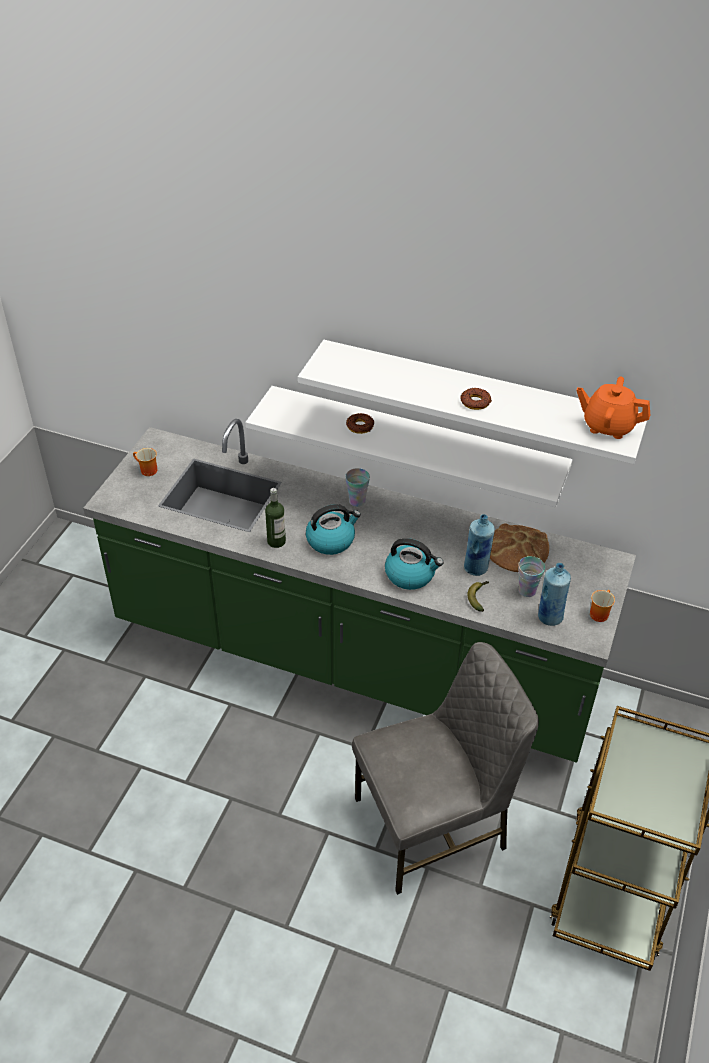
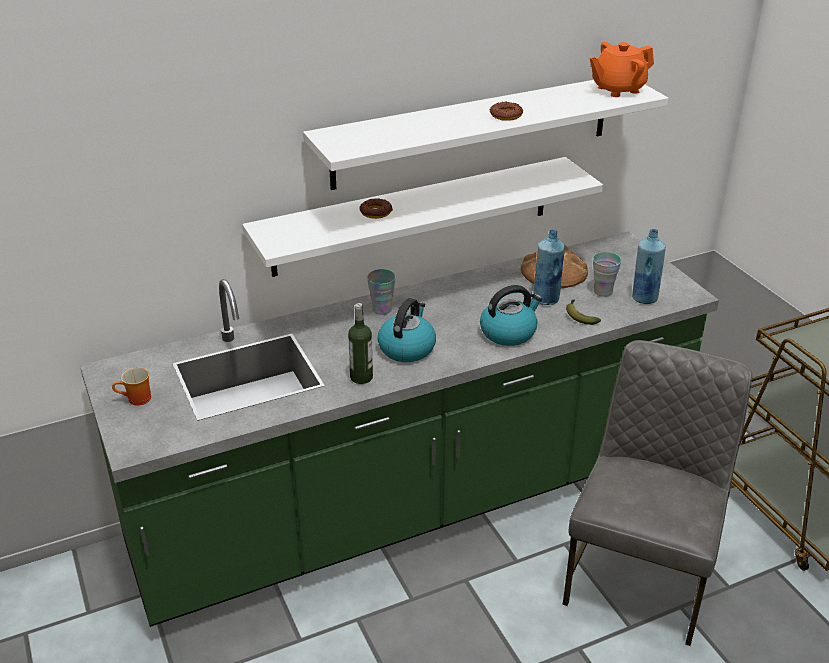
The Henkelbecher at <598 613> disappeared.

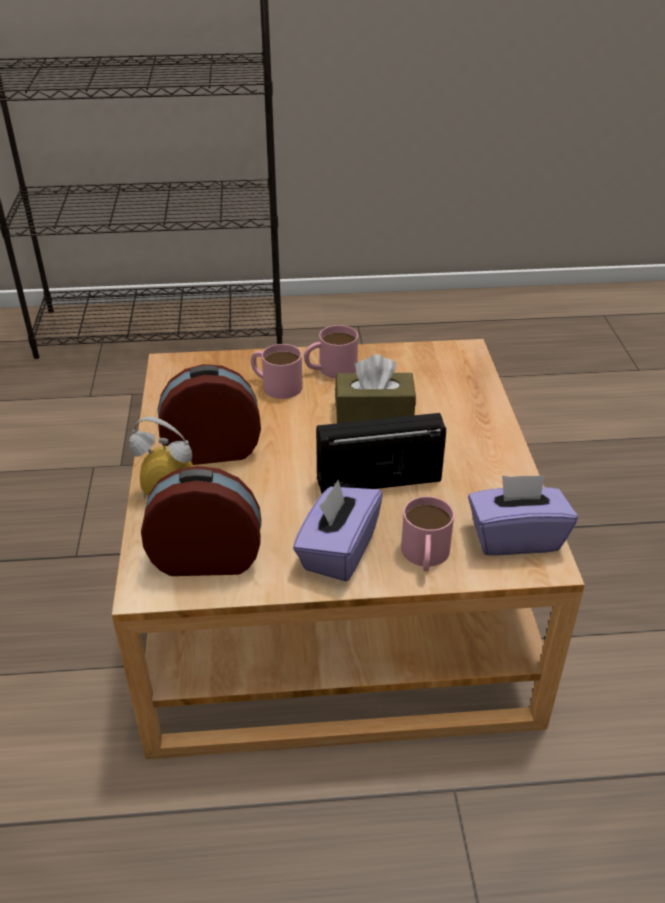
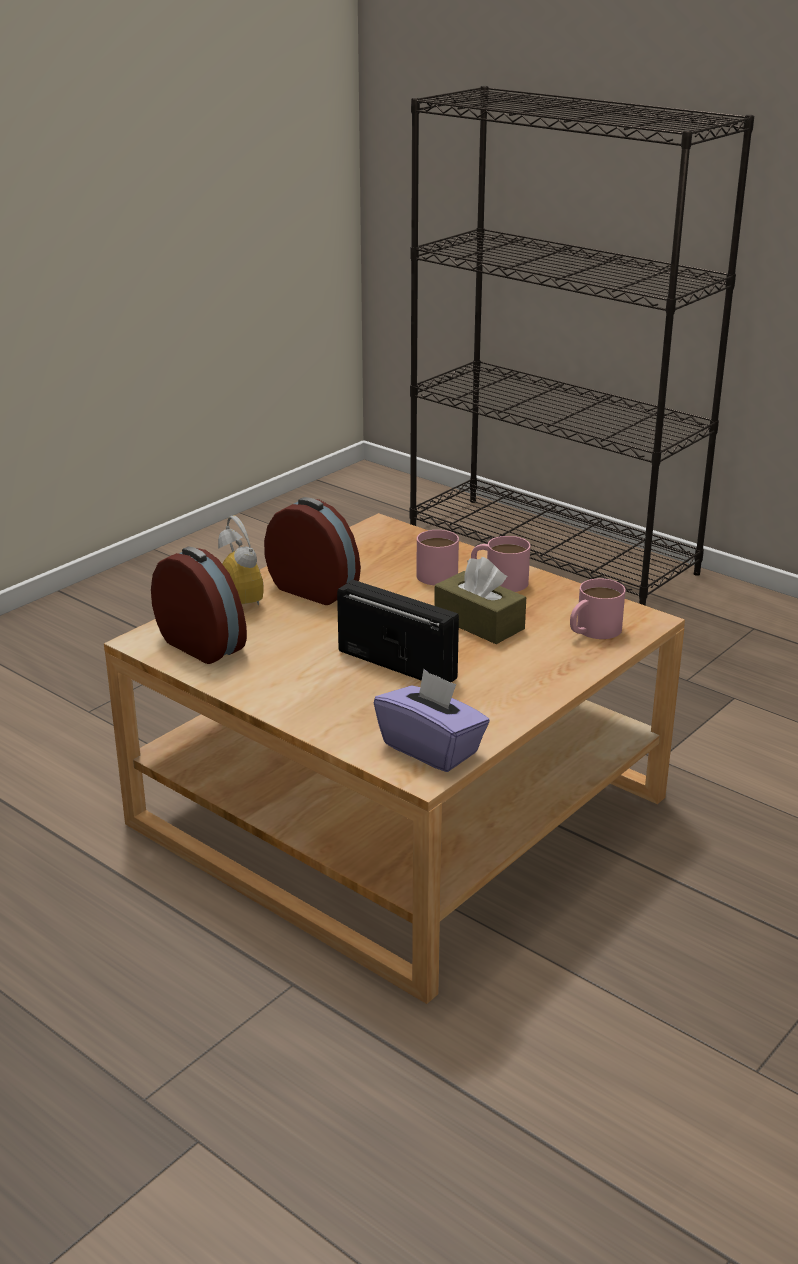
The Henkelbecher/rosa moved from <425 556> to <592 631>. The Taschentuchbox/lila at <338 551> disappeared.

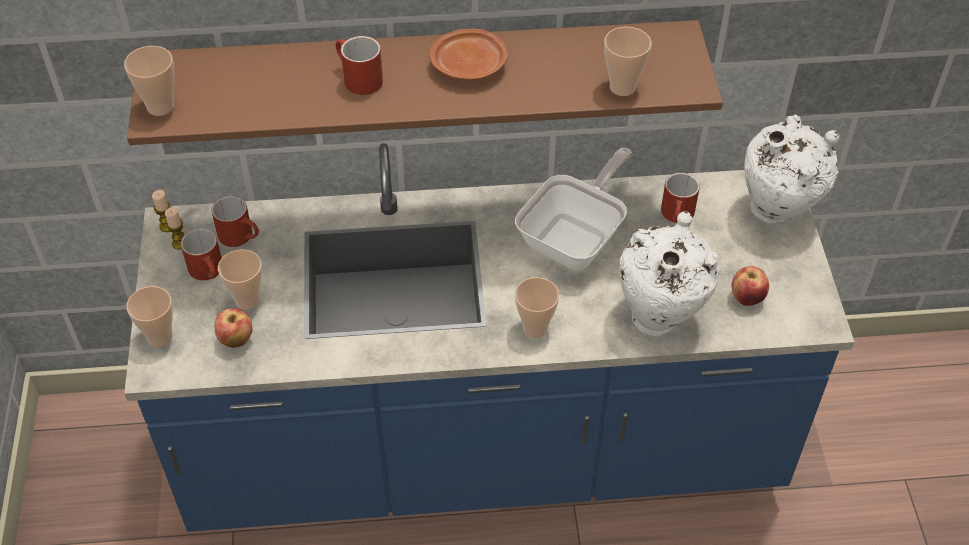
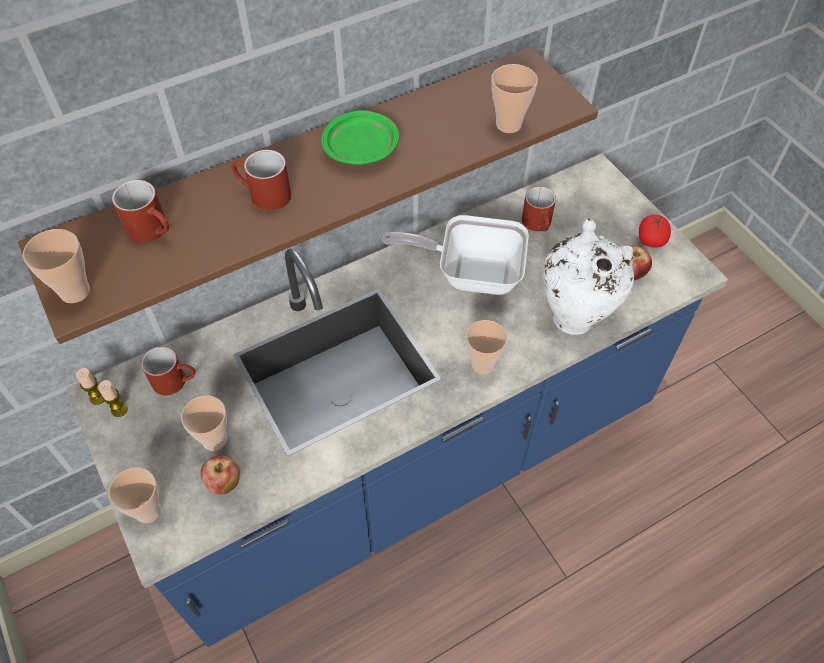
The Henkelbecher/rot moved from <209 271> to <154 230>. The Teller/braun at <470 65> became the Teller/grün at <361 148>. The Pfanne at <576 238> turned 90 degrees counterclockwise. The Tomate at <650 240> appeared. The Vase/weiß at <777 213> disappeared.

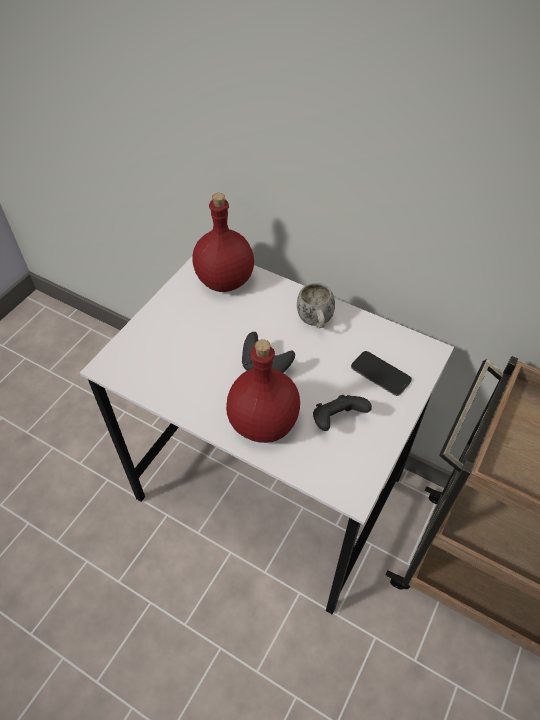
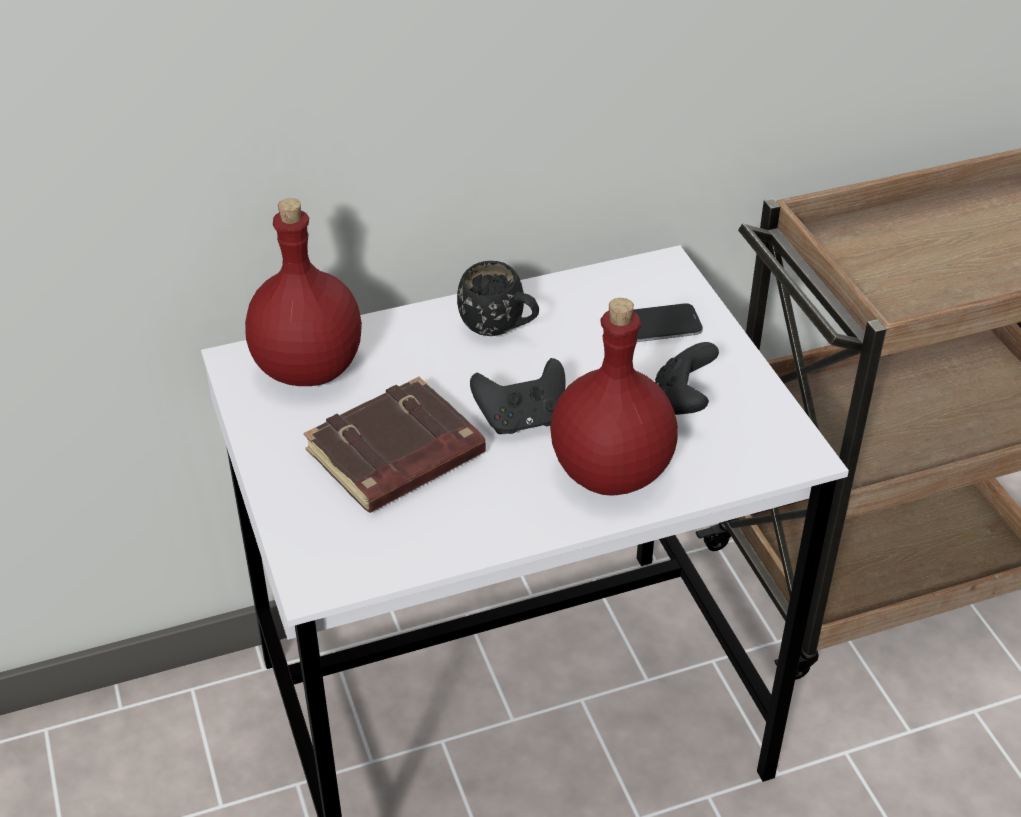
The Buch/braun at <396 457> appeared. The Henkelbecher/weiß at <316 322> became the Henkelbecher/schwarz at <500 329>.

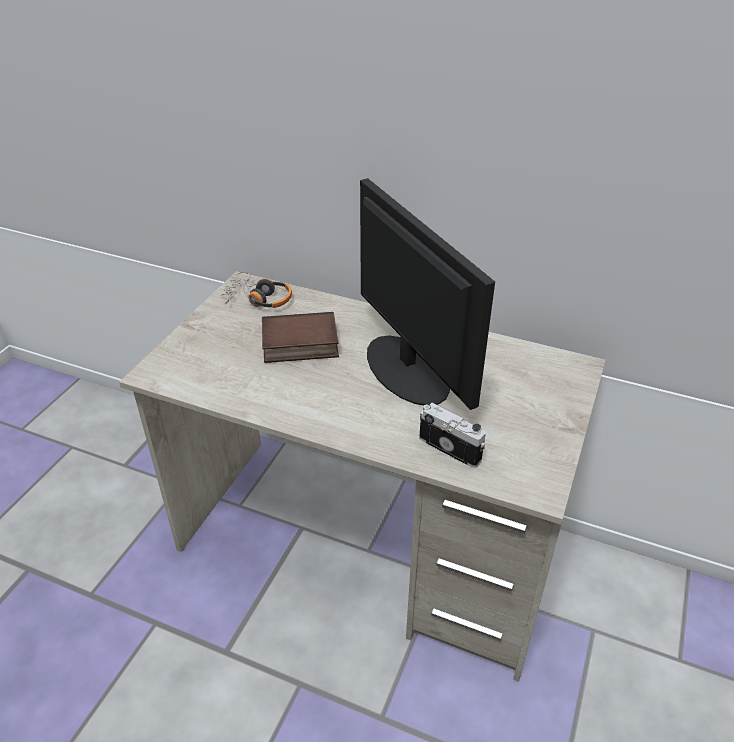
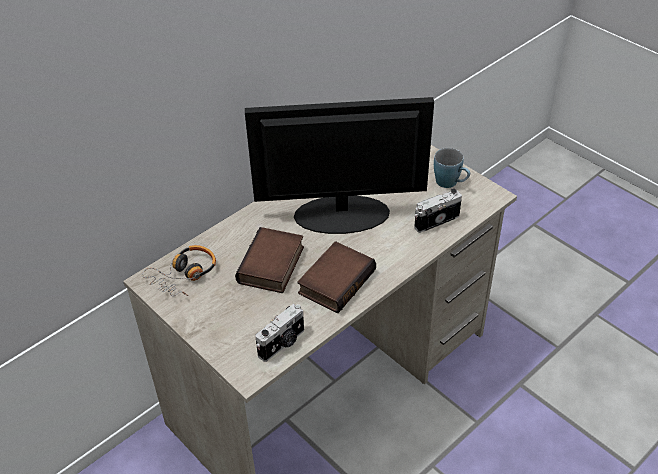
The Kamera at <283 344> appeared. The Buch at <335 280> appeared. The Henkelbecher/blau at <451 183> appeared.

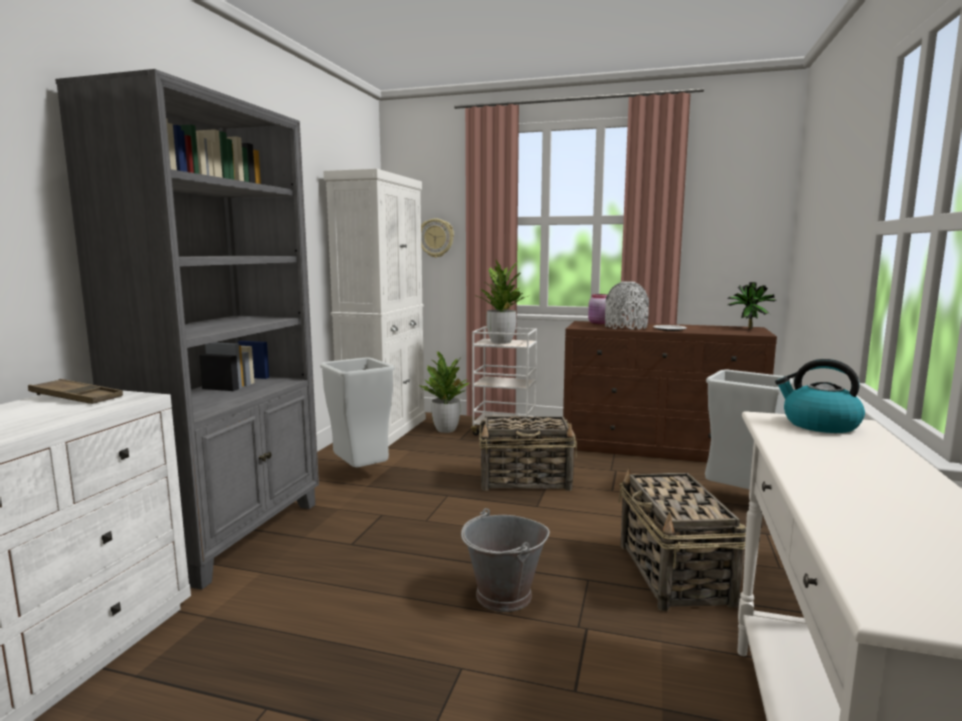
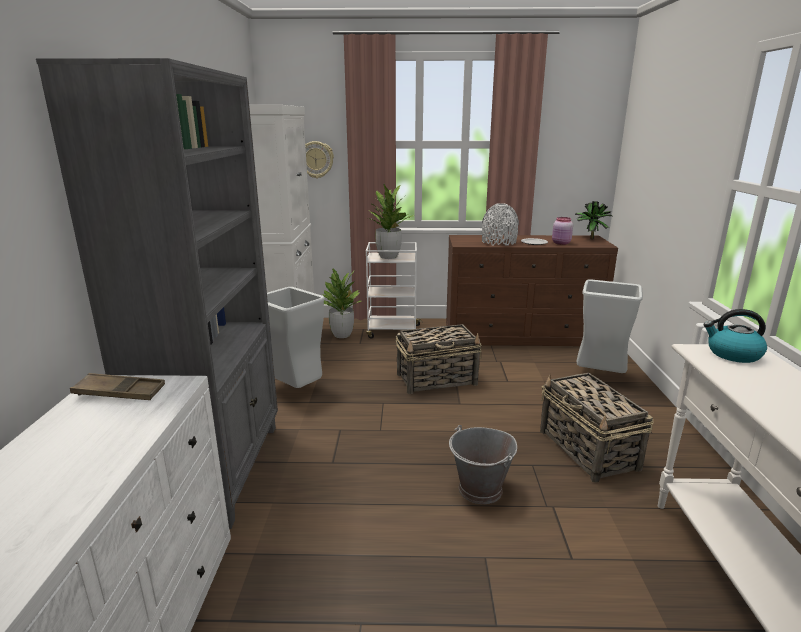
The Vorratsglas/rosa moved from <598 323> to <561 243>.

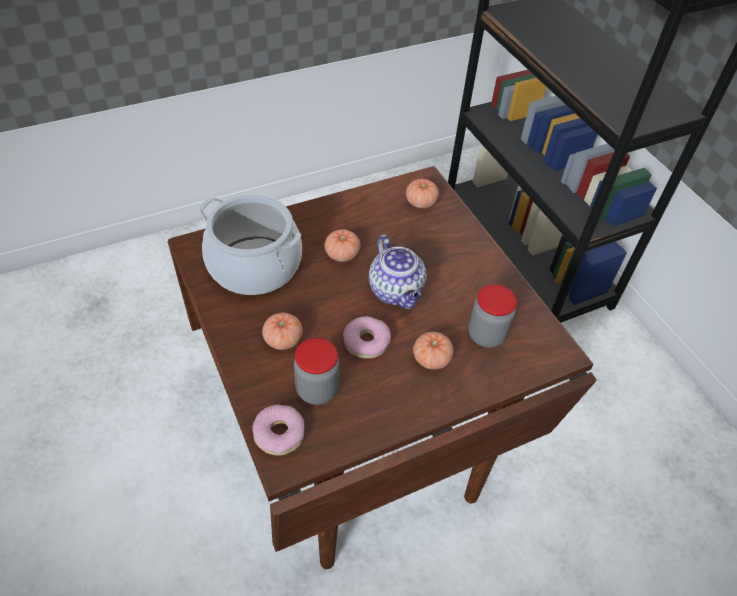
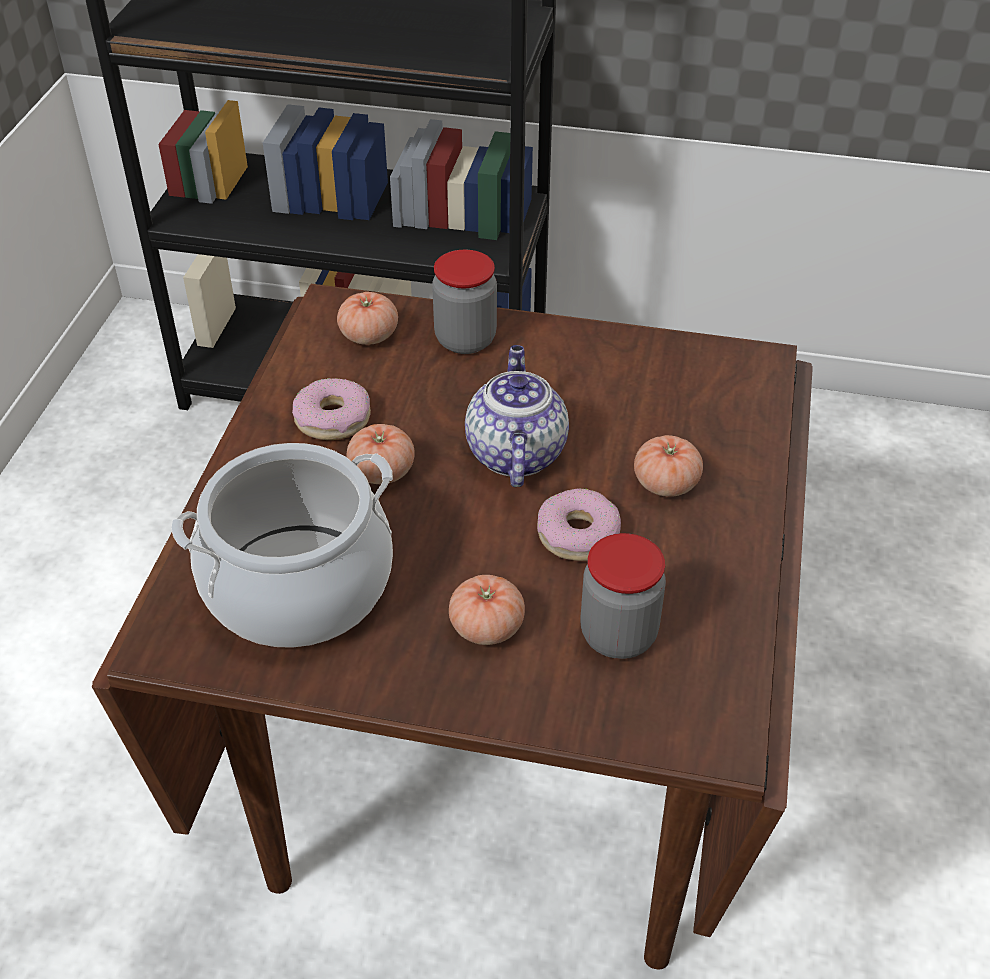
The Donut moved from <279 434> to <333 419>. The Vorratsglas moved from <486 335> to <465 339>. The Teekanne at <397 292> turned 105 degrees counterclockwise.

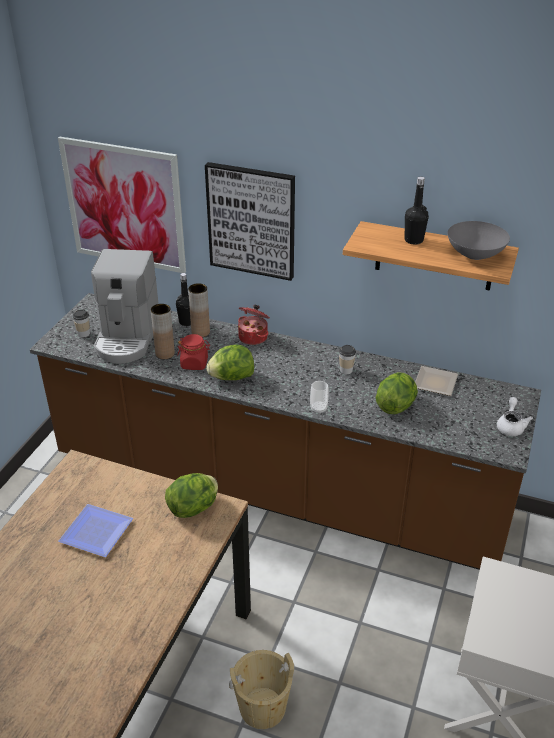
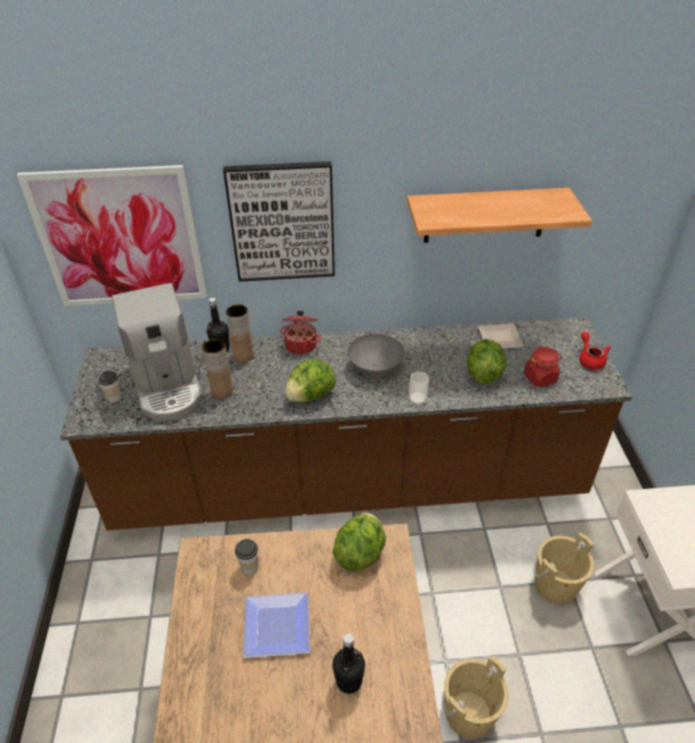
The Tasse moved from <346 370> to <249 567>. The Flasche/schwarz moved from <413 240> to <349 681>. The Schüssel/grau moved from <475 255> to <376 367>. The Vorratsglas/rot moved from <194 363> to <540 377>. The Eimer/beige at <555 586> appeared. The Teekanne/weiß at <511 426> became the Teekanne/rot at <590 359>.

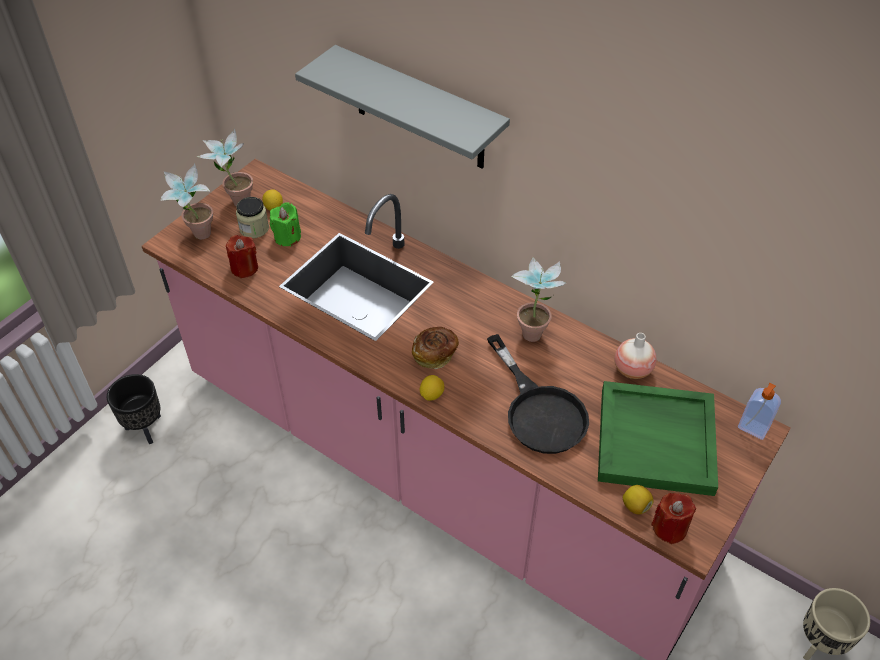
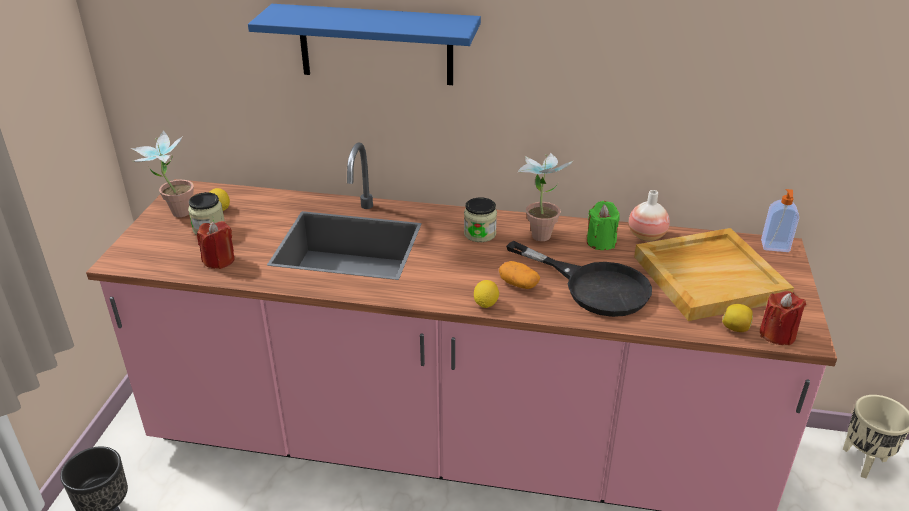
The Wandregal/grau at <419 110> became the Wandregal/blau at <376 45>. The Vorratsglas at <480 234> appeared. The Kartoffel at <518 284> appeared. The Kerze/grün moved from <287 237> to <601 242>. The Tablett/grün at <657 440> became the Tablett/beige at <709 277>. The Topfpflanze at <198 237> disappeared. The Brot at <435 354> disappeared.

